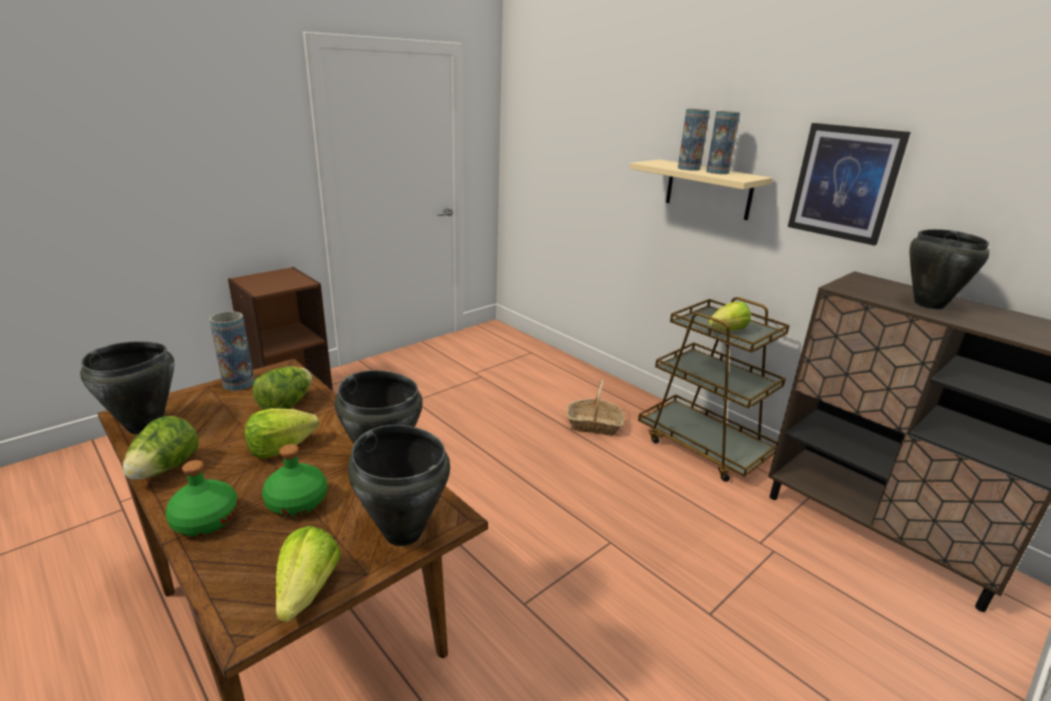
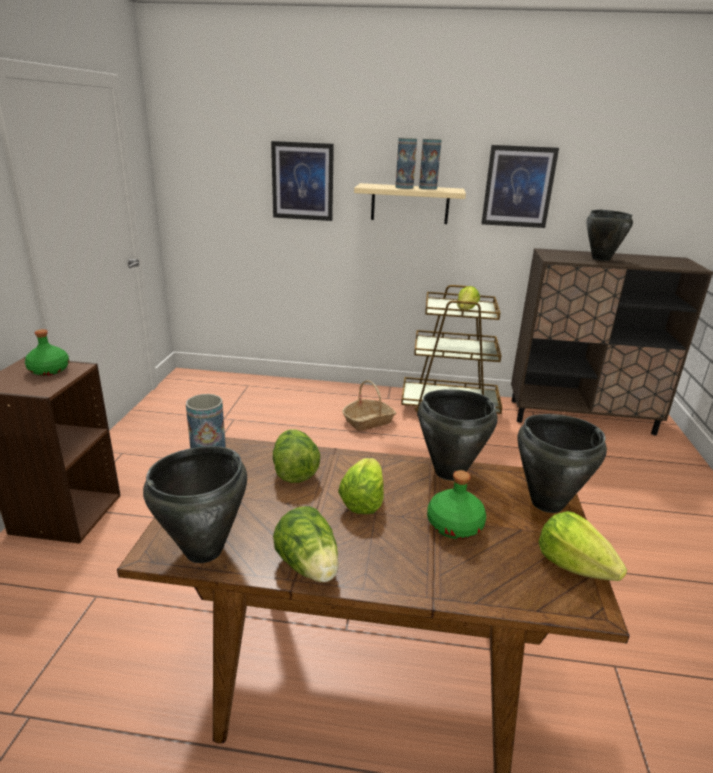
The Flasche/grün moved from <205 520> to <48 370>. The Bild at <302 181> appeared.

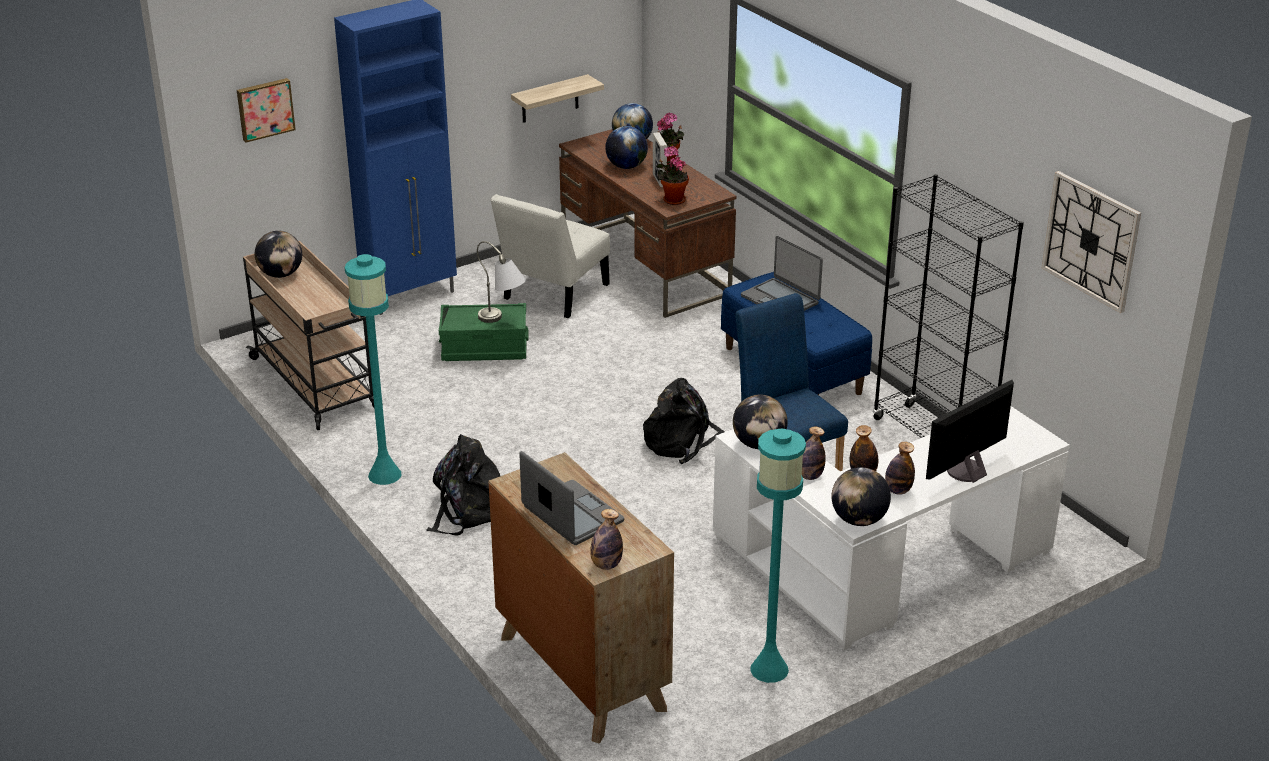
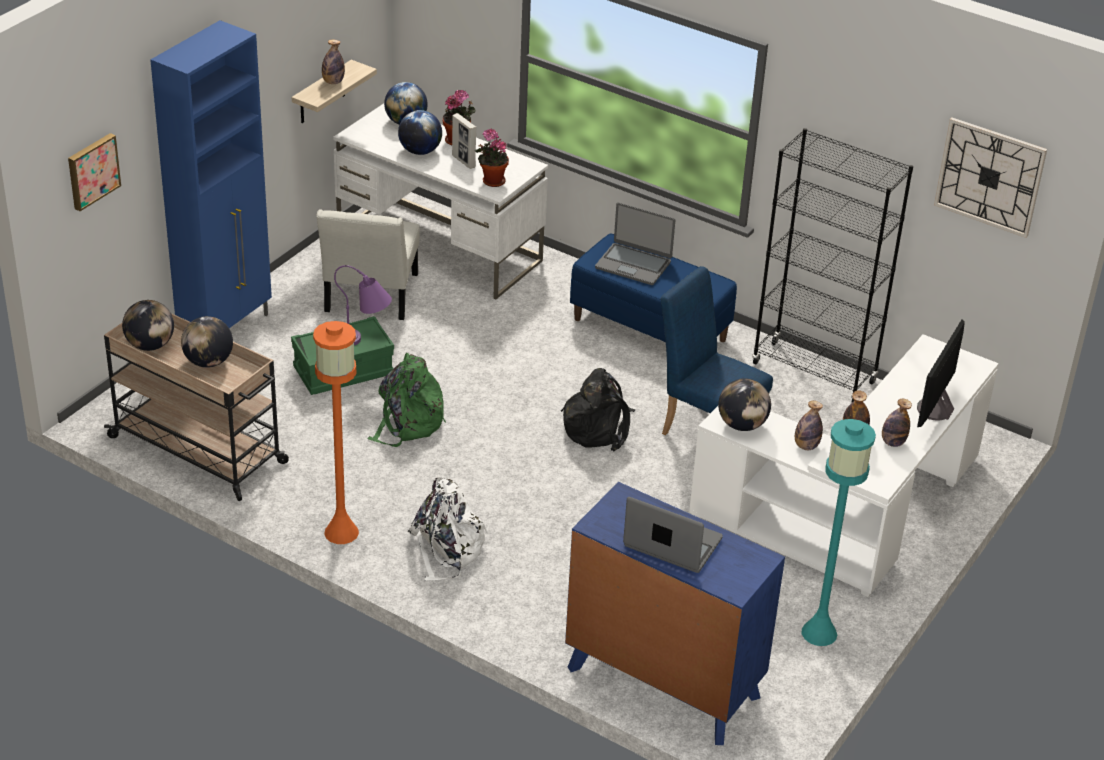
The Globus moved from <858 520> to <208 362>. The Stehlampe/türkis at <384 474> became the Stehlampe/orange at <341 532>. The Flasche moved from <606 565> to <333 82>. The Schreibtisch/braun at <645 267> became the Schreibtisch/weiß at <440 247>. The Tischlampe/grau at <502 321> became the Tischlampe/lila at <365 341>. The Rucksack/grün at <407 423> appeared. The Rucksack/schwarz at <466 510> became the Rucksack/weiß at <447 549>. The Kommode/braun at <581 672> became the Kommode/blau at <663 682>.

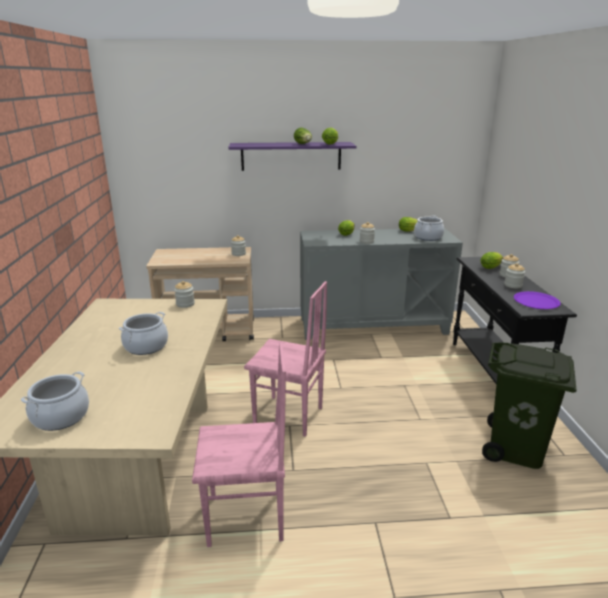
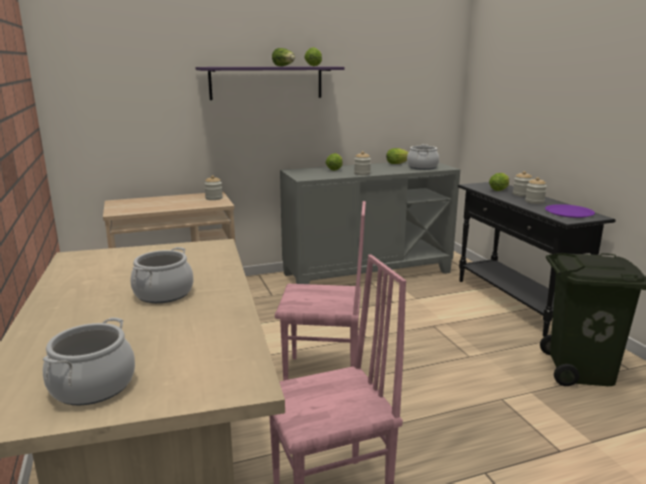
The Vorratsglas at <185 304> disappeared.

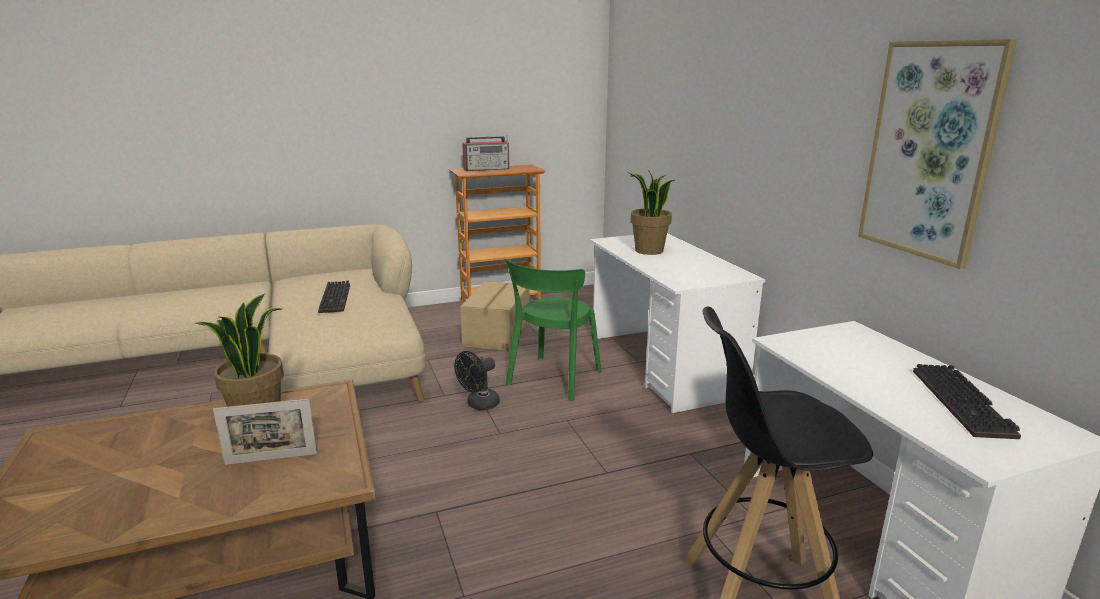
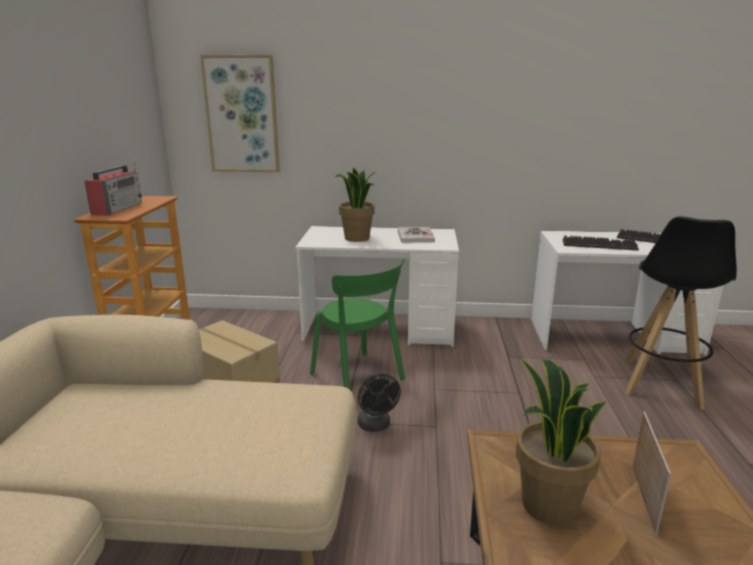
The Bild moved from <930 151> to <242 115>. The Buch at <415 236> appeared. The Tastatur moved from <336 299> to <600 245>.

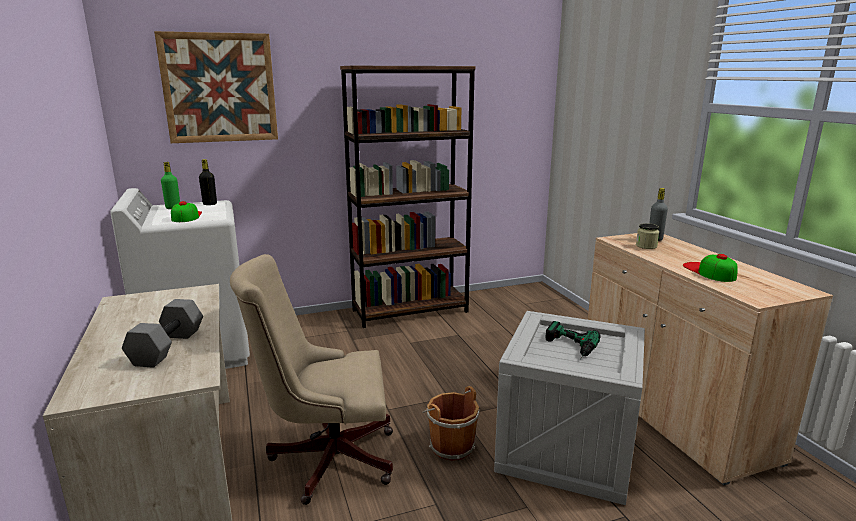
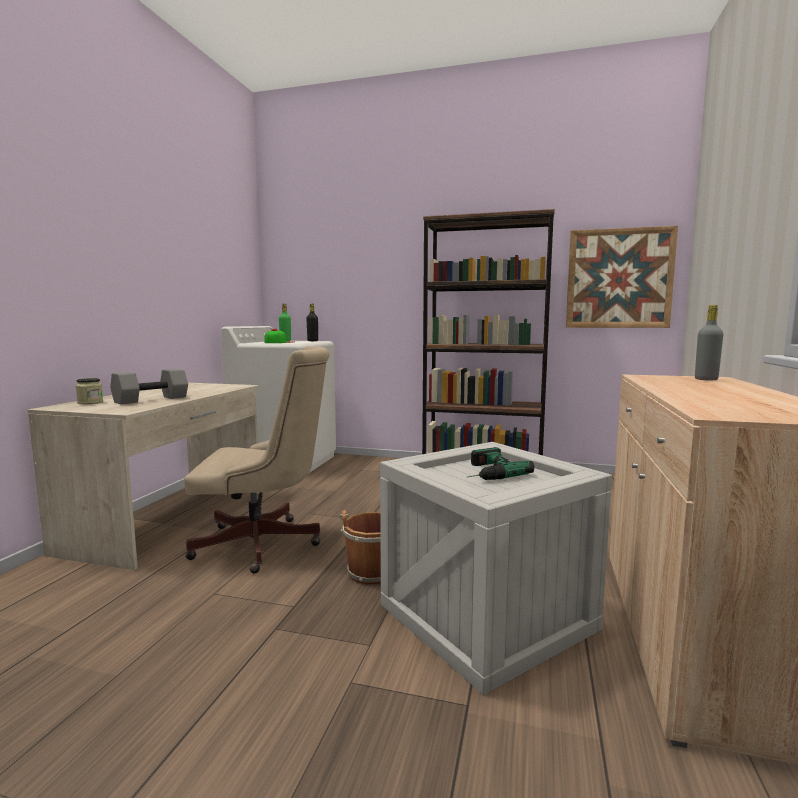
The Vorratsglas moved from <646 246> to <90 402>. The Bürostuhl/beige at <326 458> turned 150 degrees clockwise. The Bild moved from <219 88> to <619 278>. The Kappe at <709 271> disappeared.

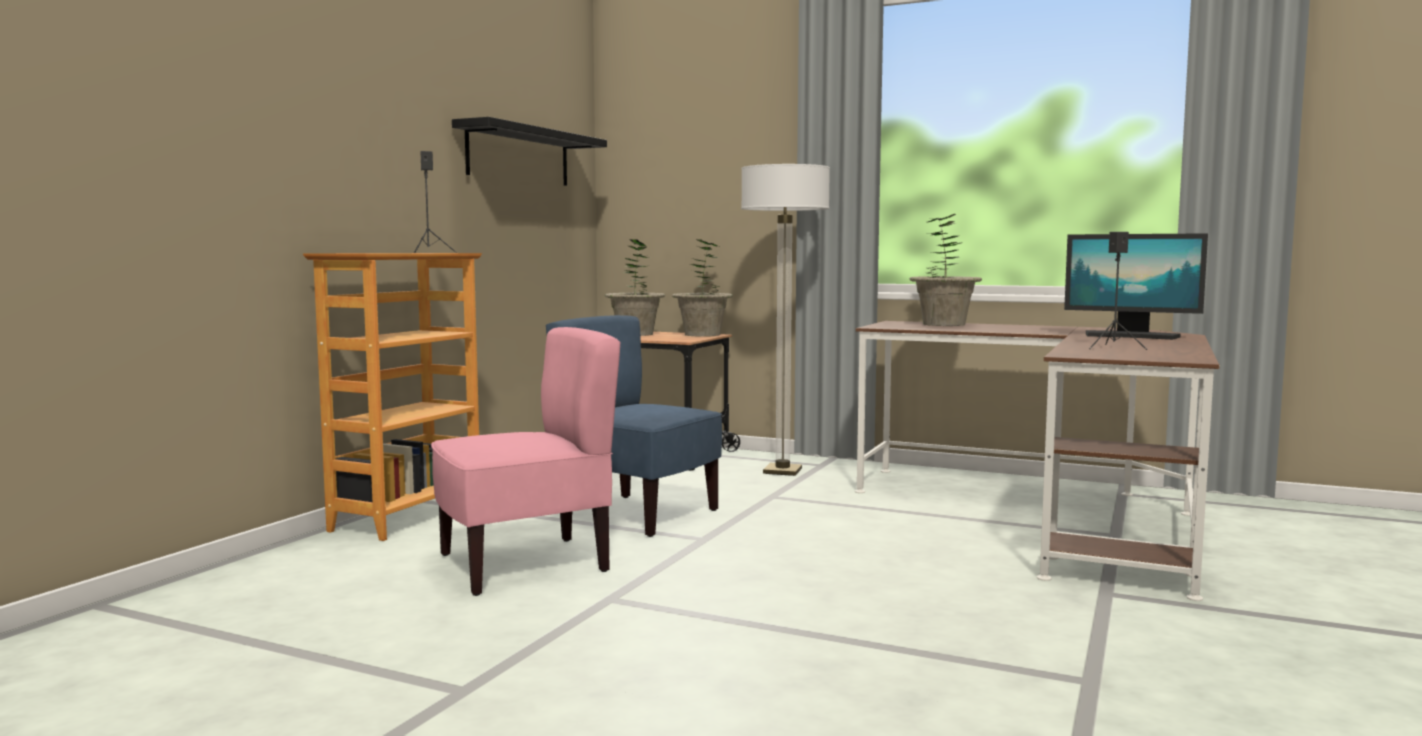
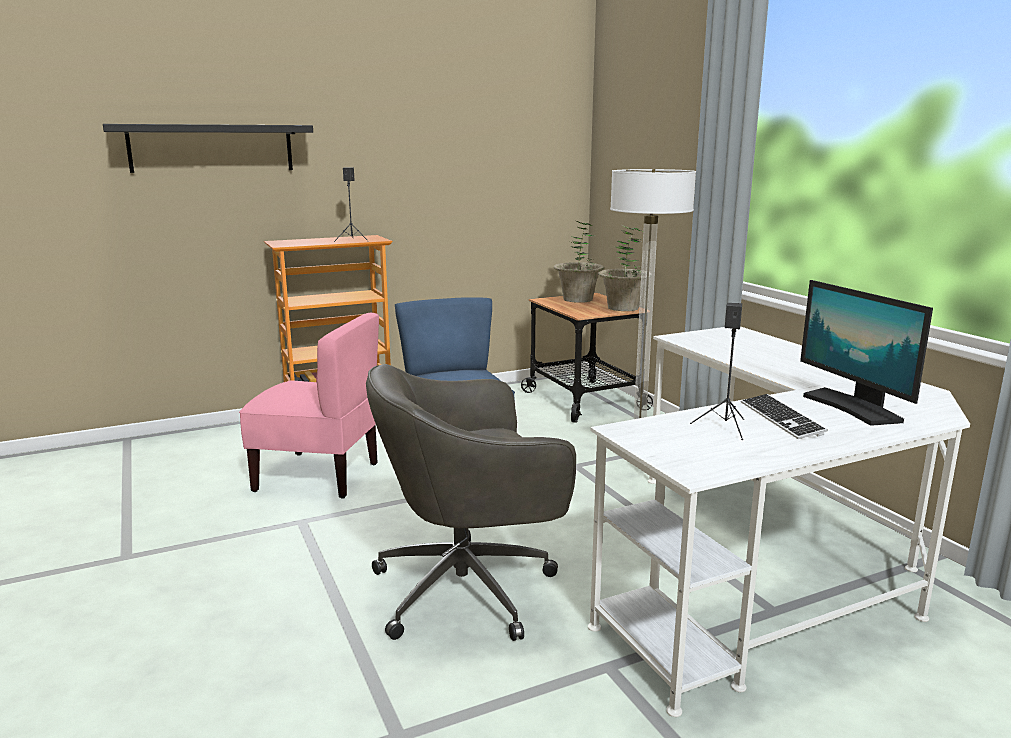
The Wandregal/schwarz moved from <519 156> to <212 148>. The Bürostuhl/grau at <469 588> appeared. The Schreibtisch/braun at <1050 515> became the Schreibtisch/weiß at <762 565>. The Tastatur at <781 418> appeared. The Topfpflanze at <944 324> disappeared.

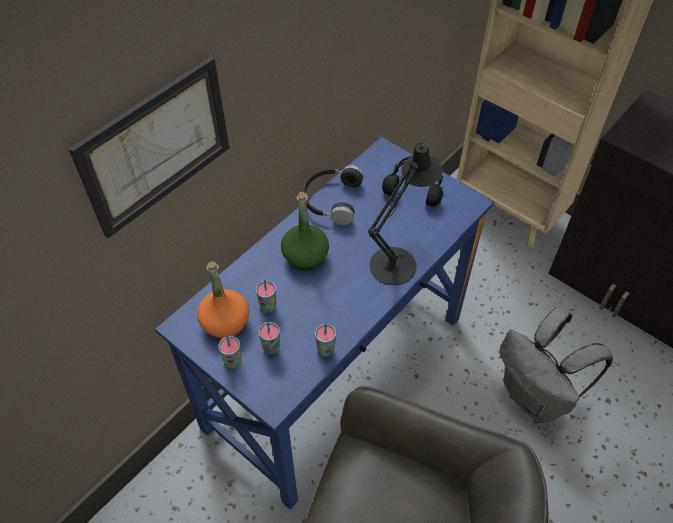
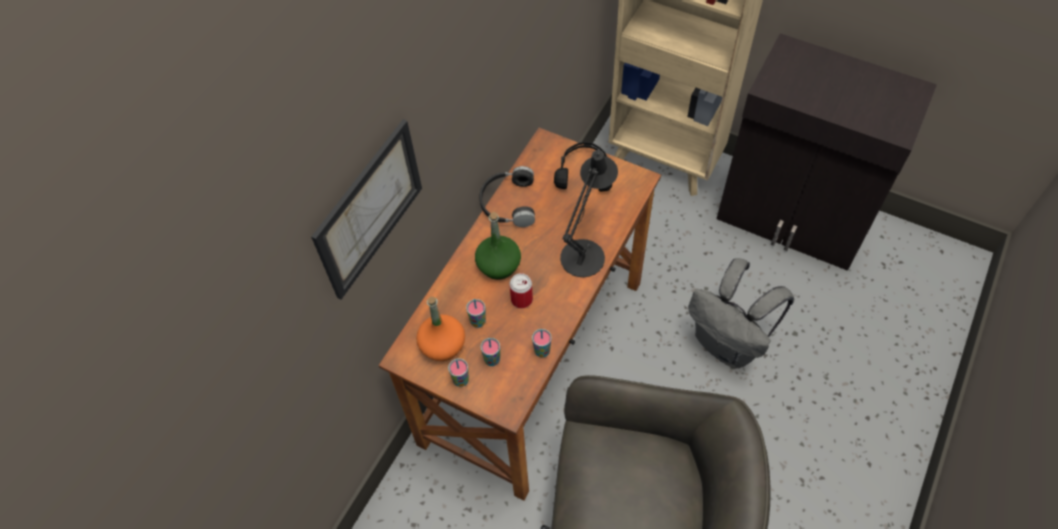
The Schreibtisch/blau at <335 371> became the Schreibtisch/braun at <533 360>. The Dose at <521 299> appeared.

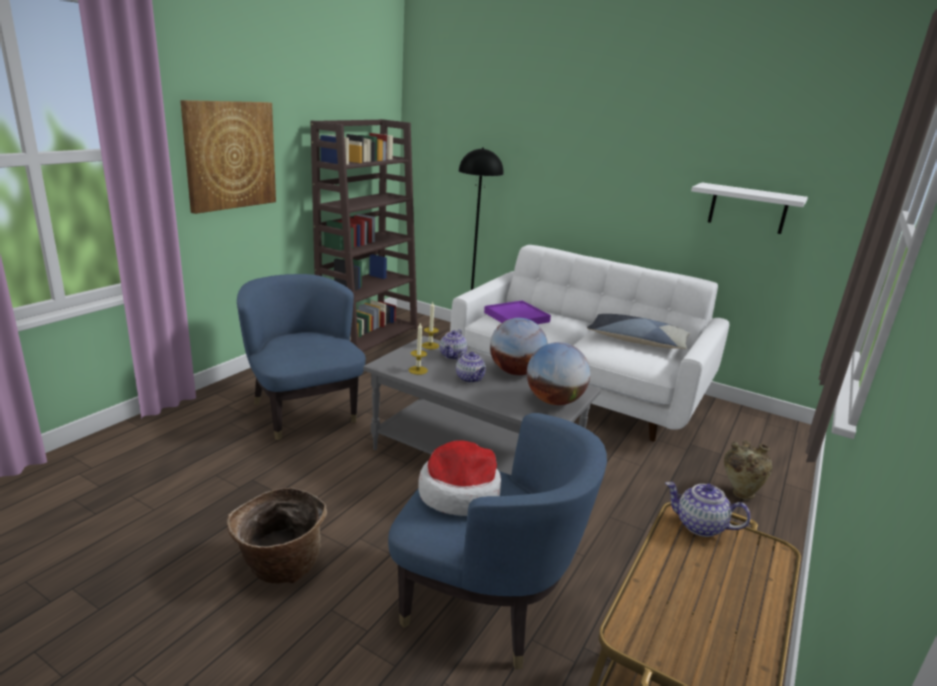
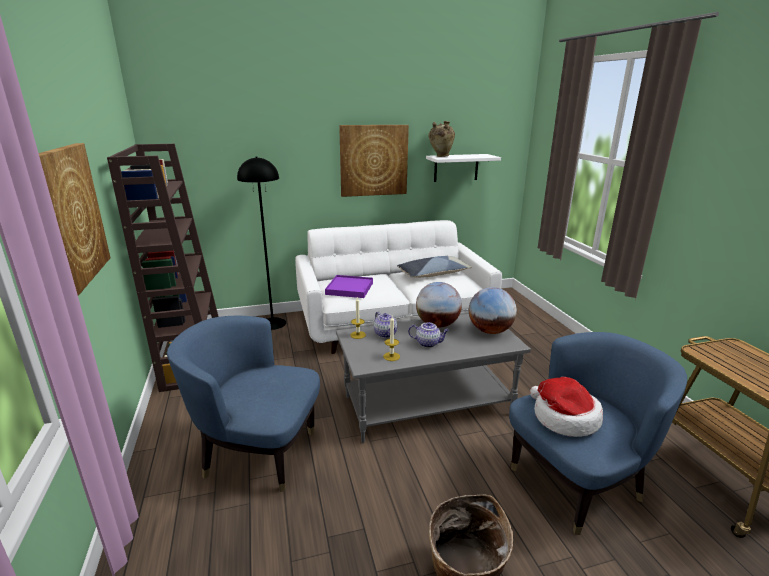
The Bild at <373 160> appeared. The Vase/beige moved from <739 493> to <440 156>. The Teekanne at <699 526> disappeared.

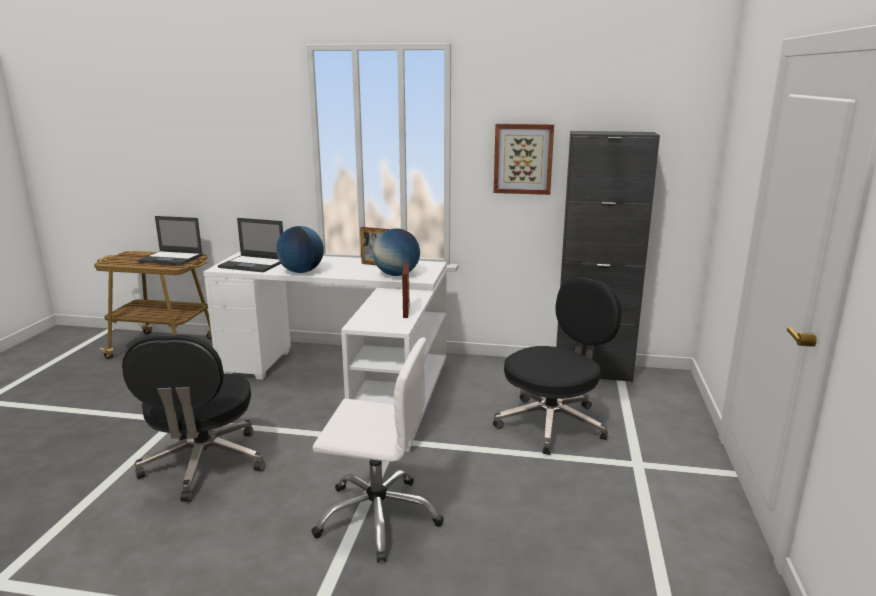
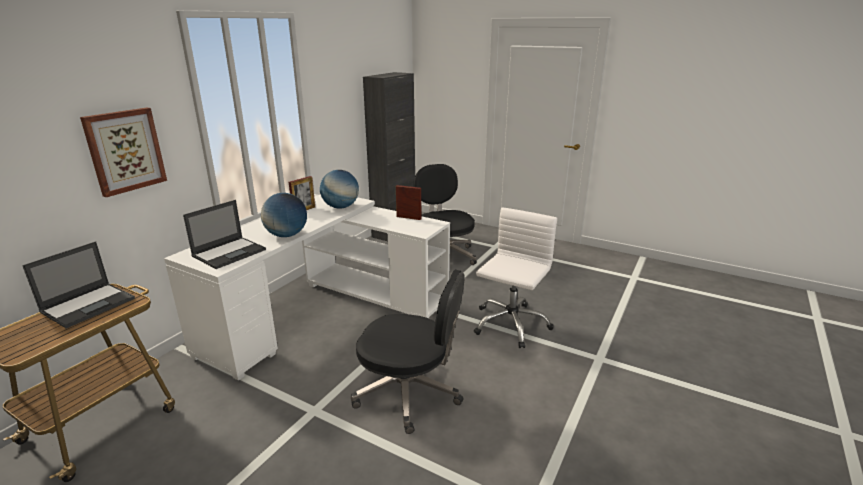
The Bild moved from <523 159> to <125 151>.

